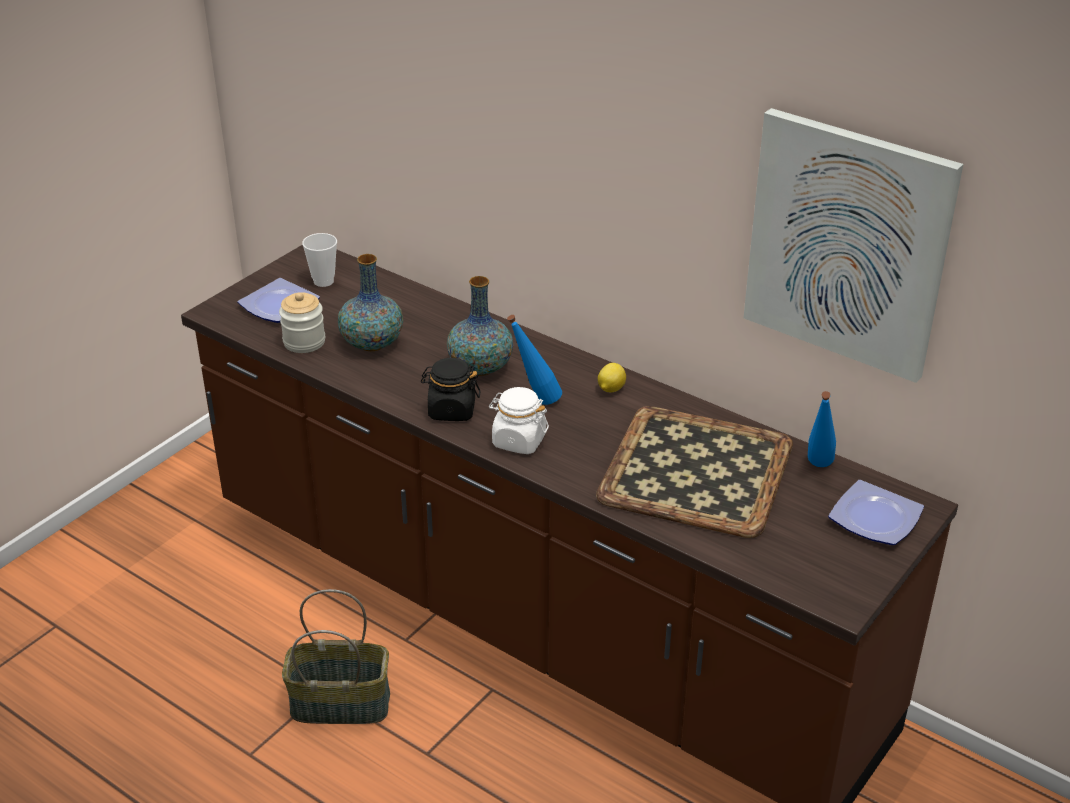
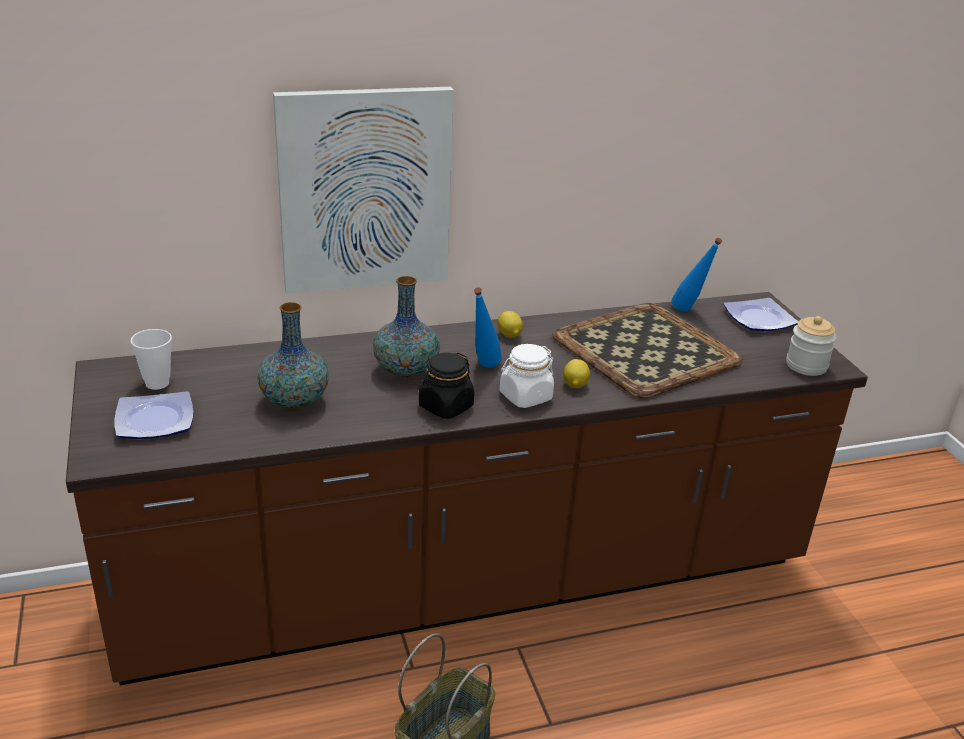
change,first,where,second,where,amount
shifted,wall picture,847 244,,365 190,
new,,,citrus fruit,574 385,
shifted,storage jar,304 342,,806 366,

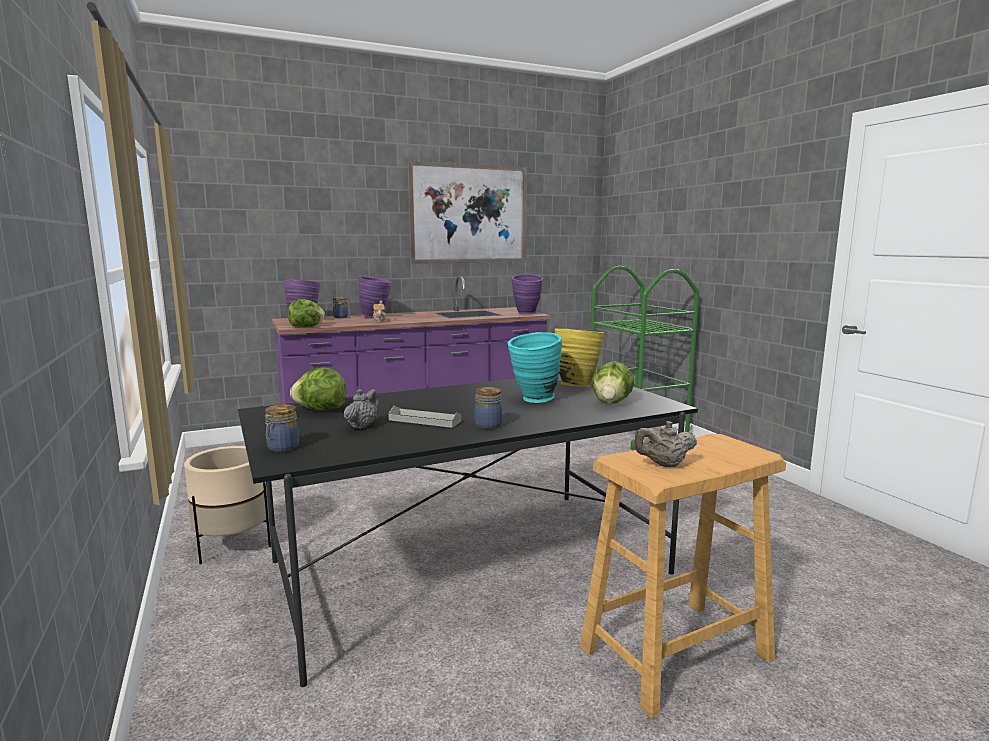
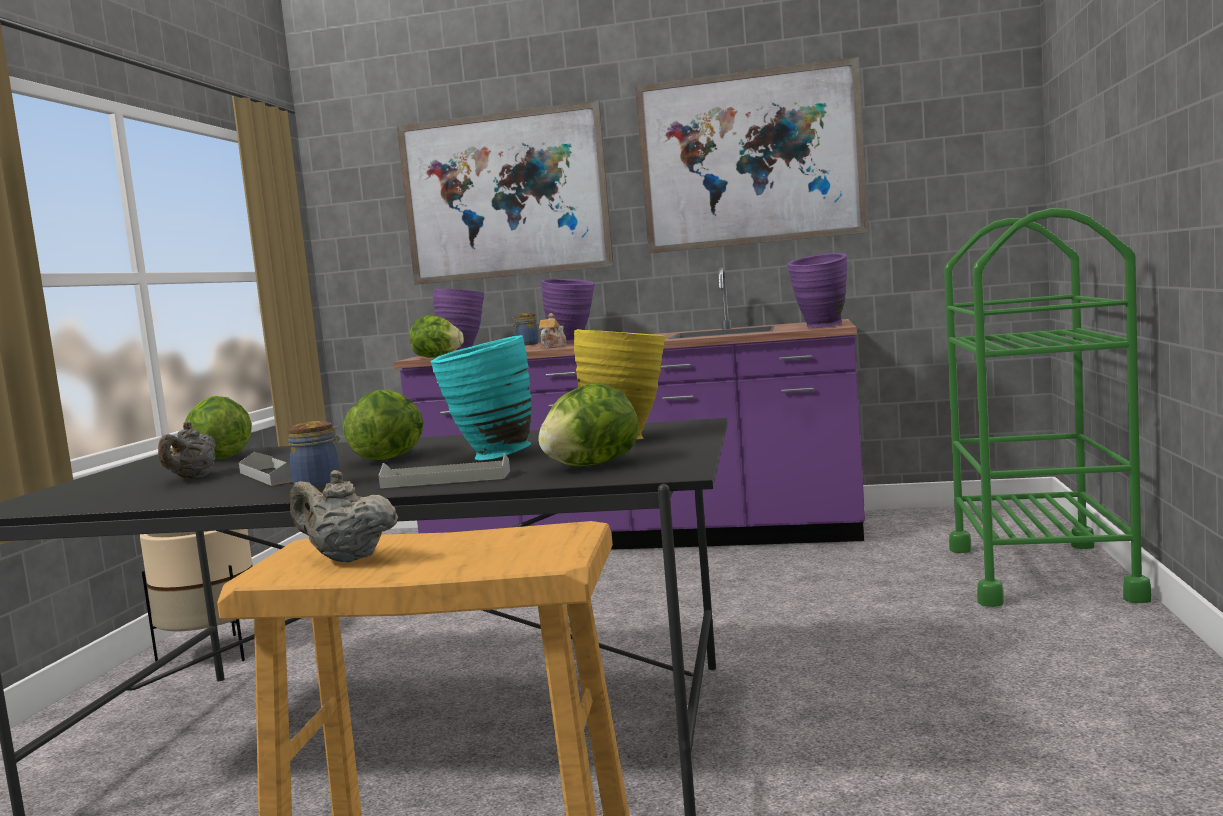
change,first,where,second,where,amount
rotated,greyish teapot,362 426,,193 478,135 degrees clockwise
new,,,lettuce,390 458,
new,,,greyish tray,446 479,
new,,,wall picture,504 195,
gone,storage jar,282 448,,,

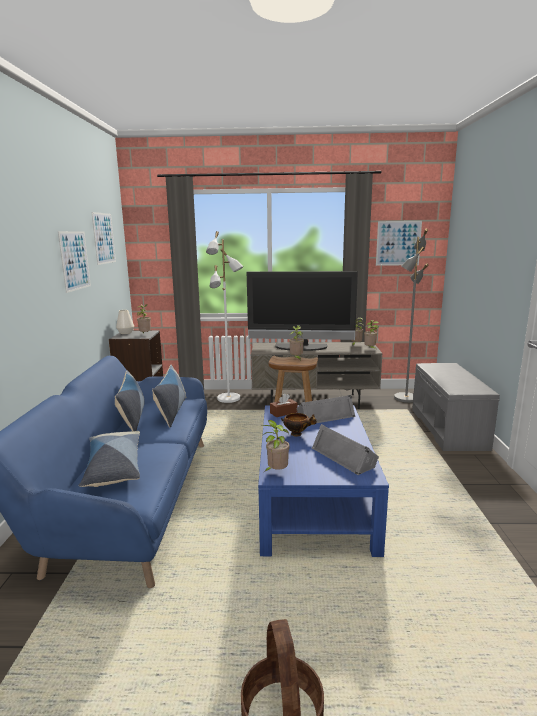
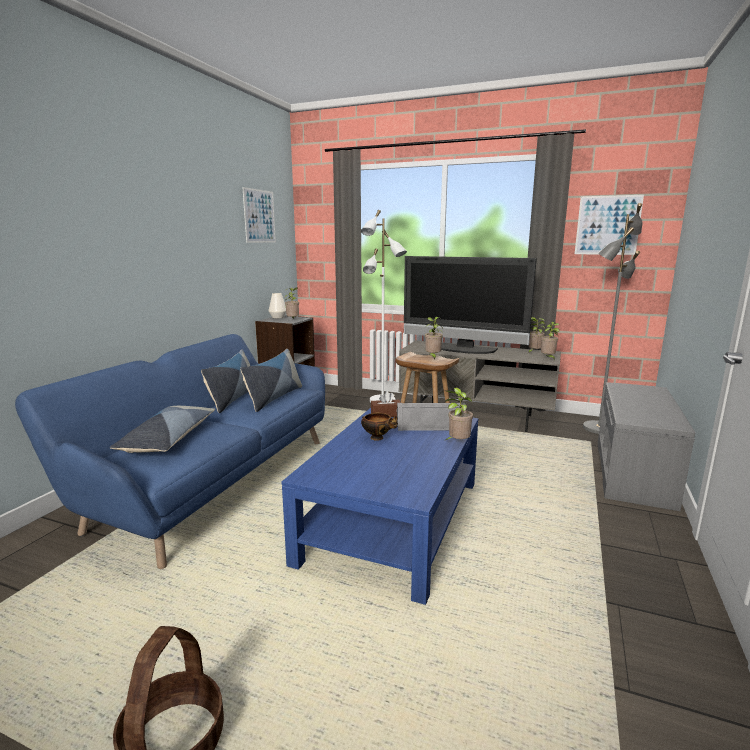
change,first,where,second,where,amount
shifted,potted plant,276 472,,457 443,
gone,wall picture,75 260,,,
gone,greyish audio speaker,344 456,,,

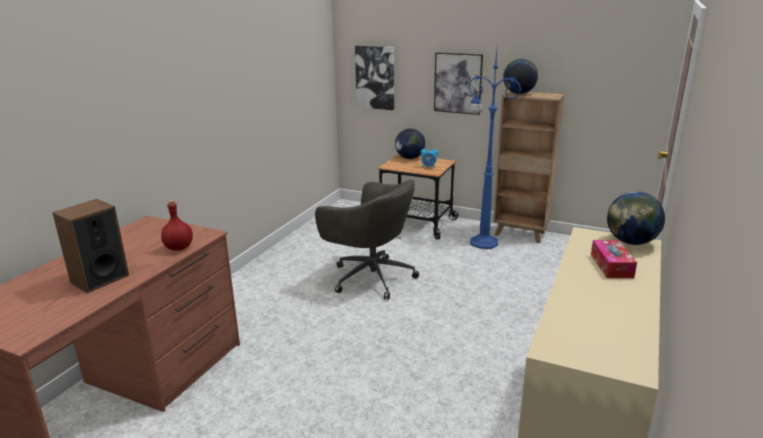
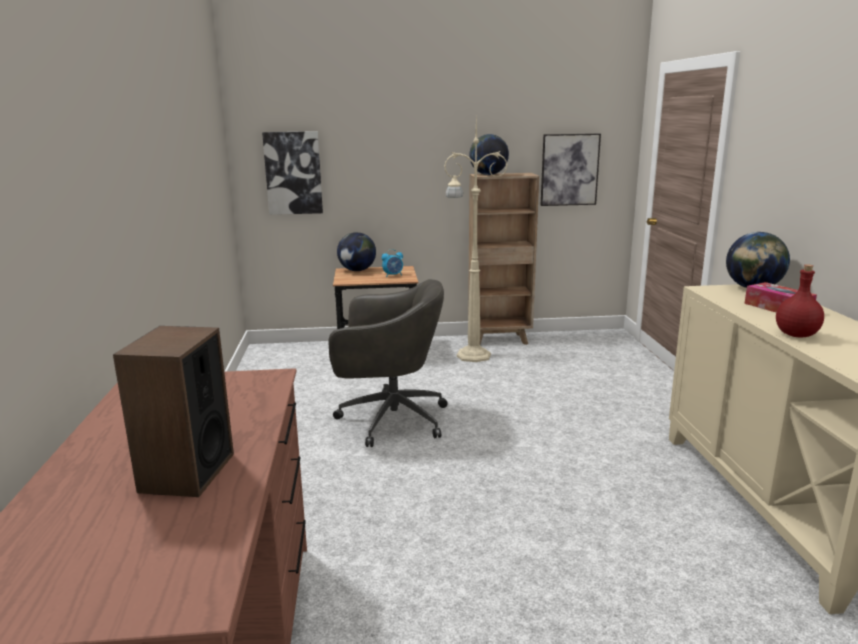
change,first,where,second,where,amount
repainted,bluish standard lamp,482 242,sand-coloured standard lamp,471 355,
shifted,wall picture,458 83,,569 170,
shifted,reddish drink bottle,179 248,,797 335,

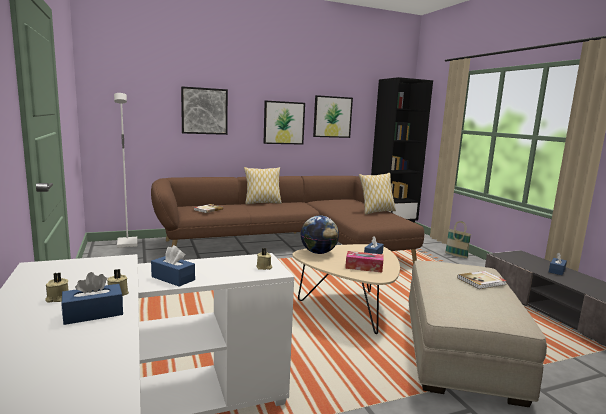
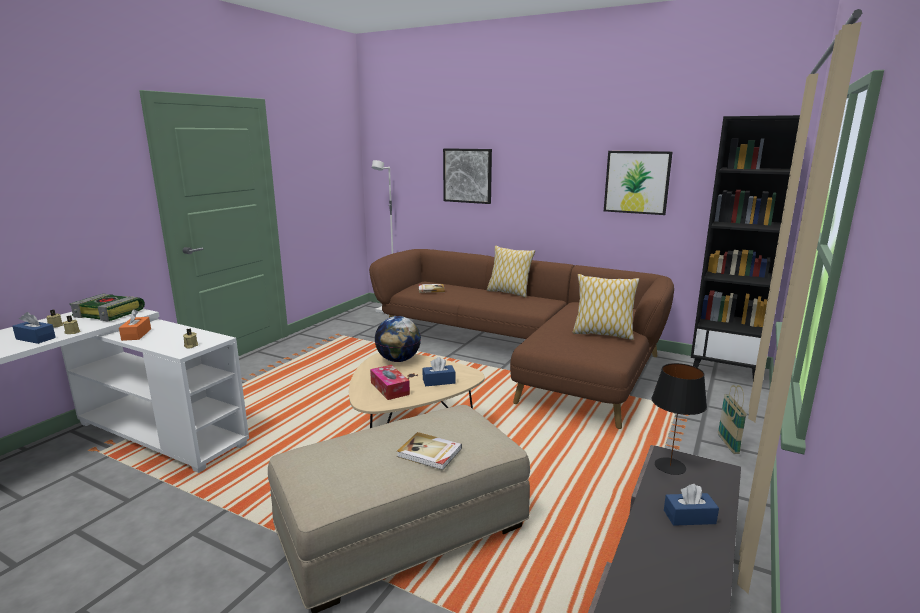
change,first,where,second,where,amount
new,,,volume,110 313,
repainted,bluish tissue box,173 278,orange tissue box,136 334,
new,,,black-coloured lamp for a table,669 466,
gone,wall picture,284 123,,,

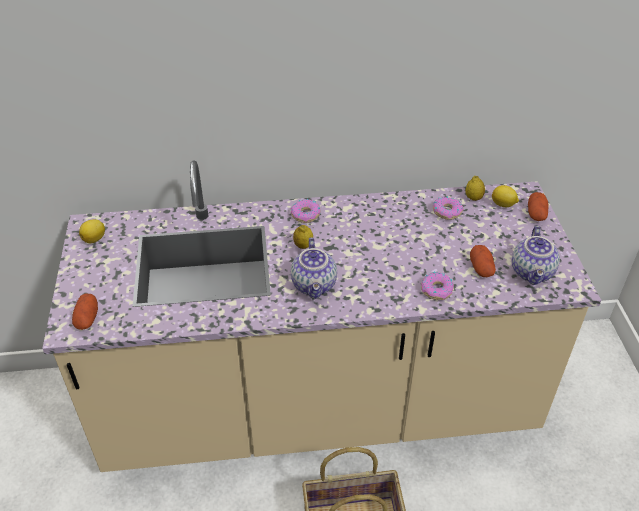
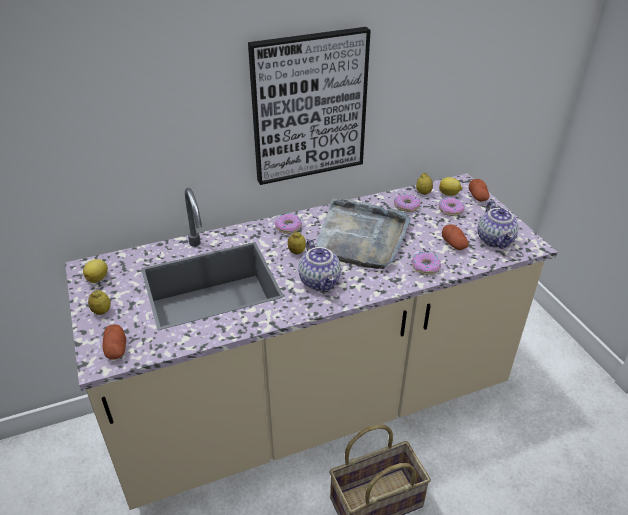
change,first,where,second,where,amount
new,,,citrus fruit,102 311,
new,,,wall picture,309 107,
new,,,greyish tray,361 237,
new,,,donut,450 210,

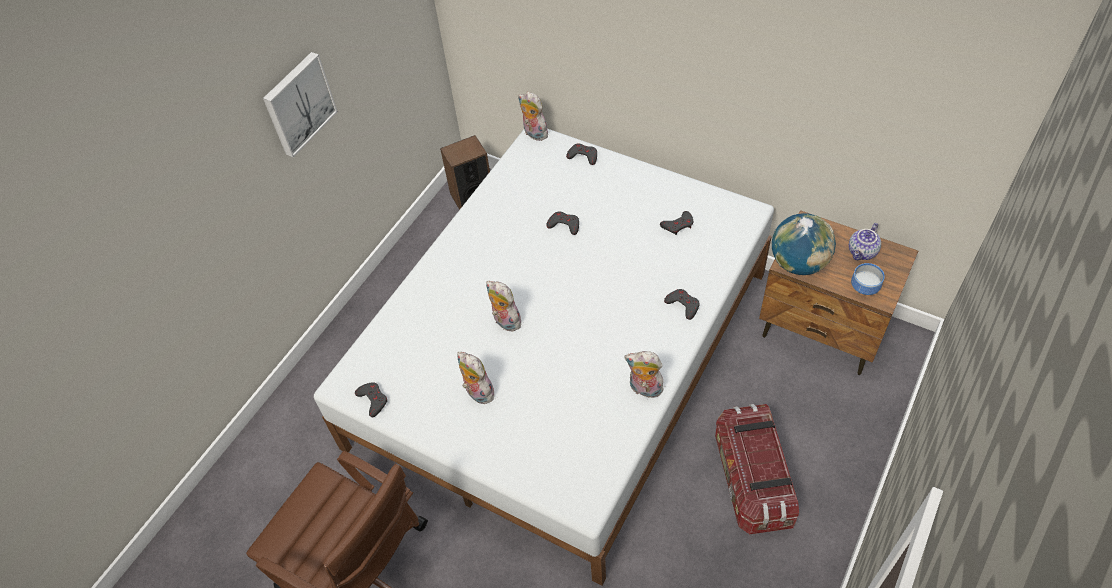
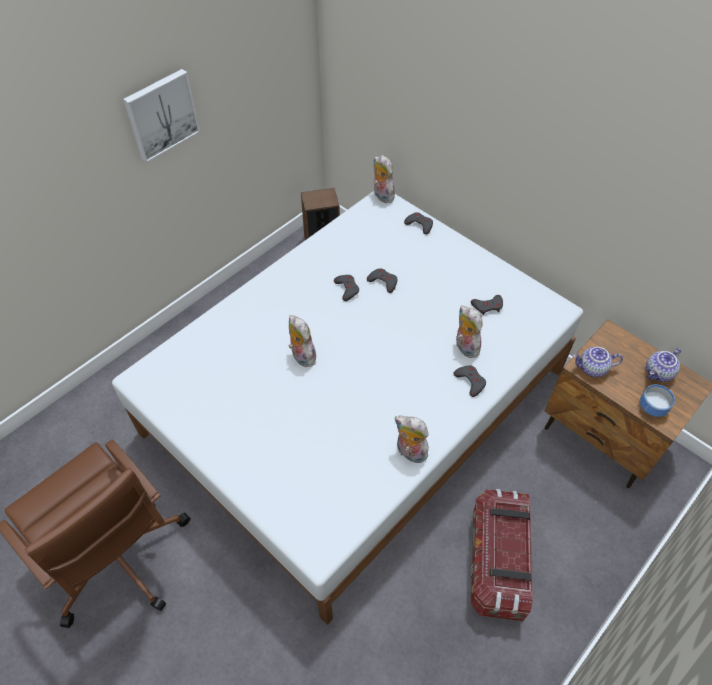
change,first,where,second,where,amount
shifted,greyish game controller,373 400,,347 289,
shifted,plush toy,477 392,,464 347,
swapped,world globe,798 263,teapot,592 369,

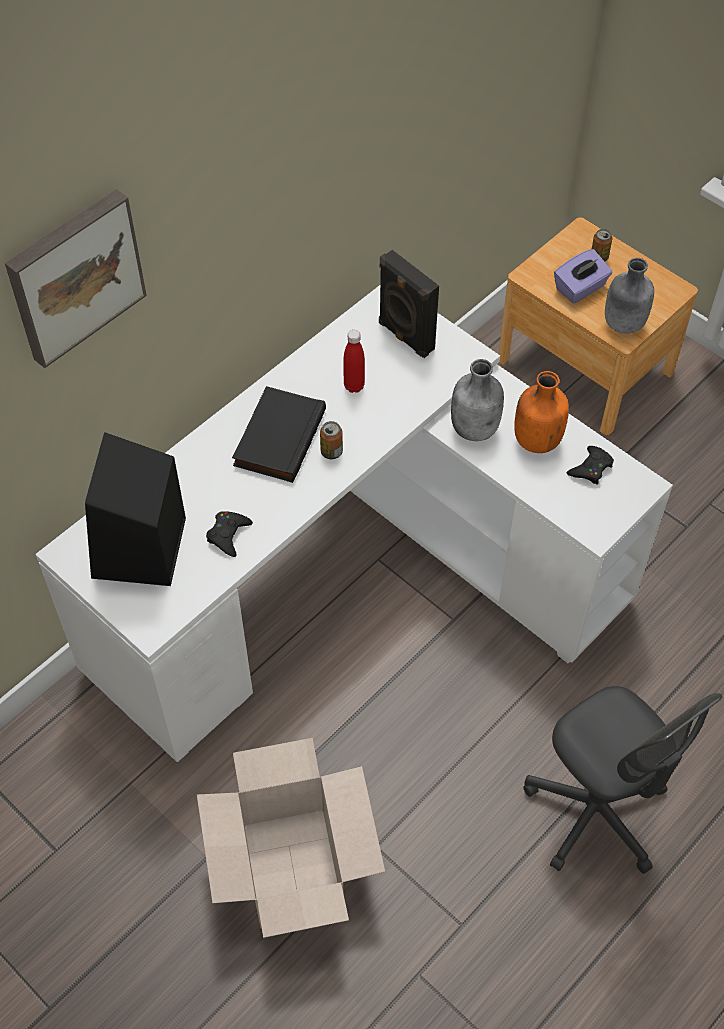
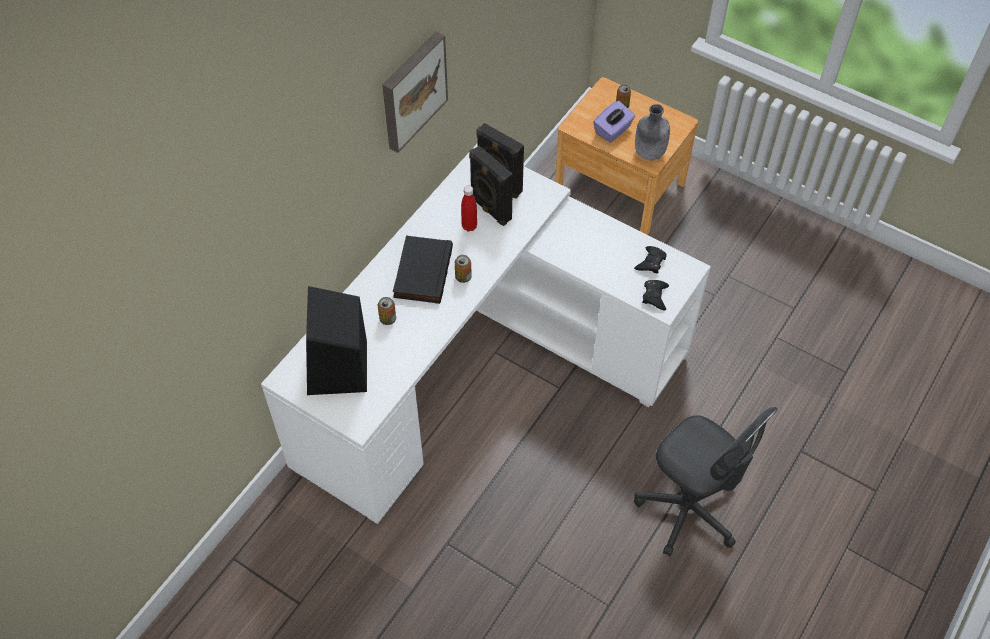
change,first,where,second,where,amount
new,,,sealed can,388 319,
shifted,wall picture,74 276,,412 90,
new,,,black-coloured audio speaker,489 209,
shifted,black-coloured game controller,228 535,,655 296,
gone,cardboard box,291 868,,,
gone,greyish drink bottle,475 428,,,
gone,orange drink bottle,536 440,,,

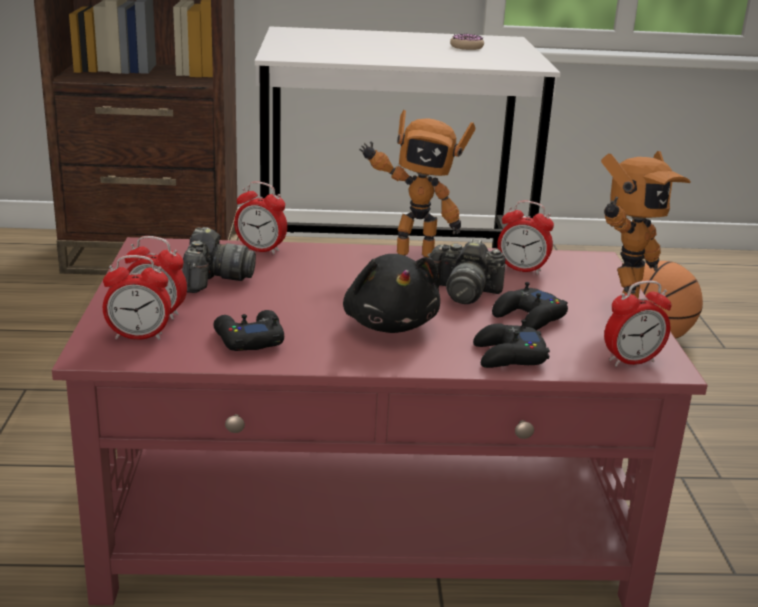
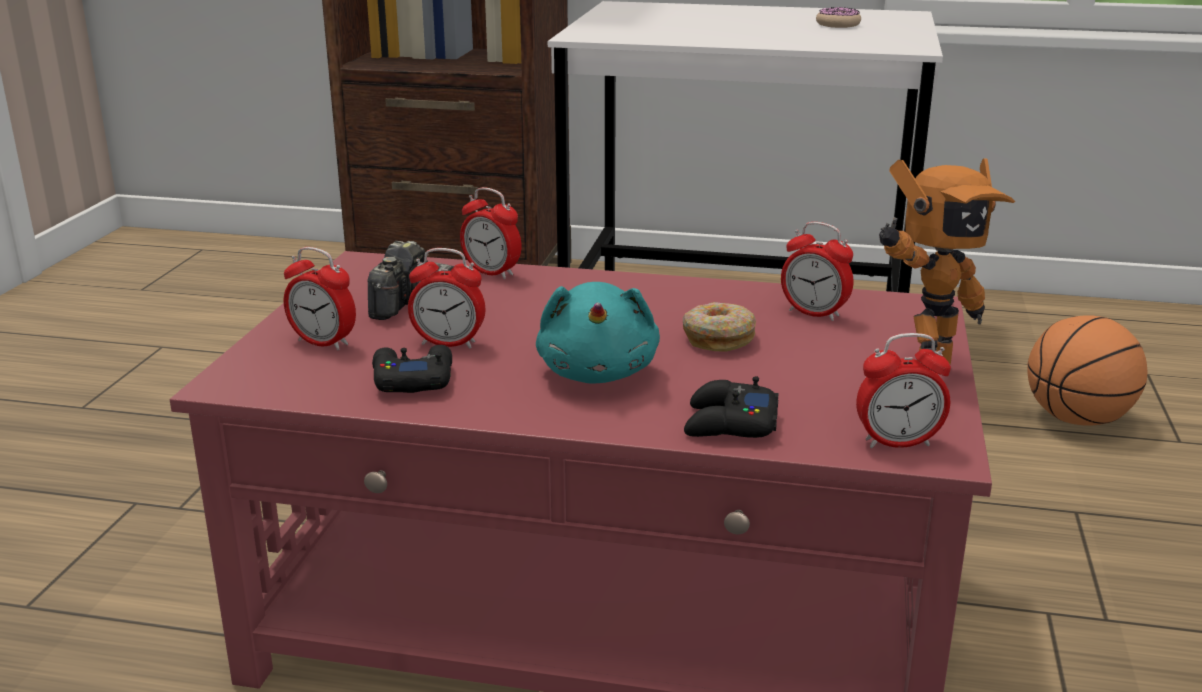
change,first,where,second,where,amount
shifted,alarm clock,139 336,,449 343,
repainted,black-coloured plush toy,390 324,blue-green plush toy,598 372,
swapped,photo camera,464 292,donut,718 338,
gone,toy robot,410 255,,,
gone,black-coloured game controller,529 318,,,

